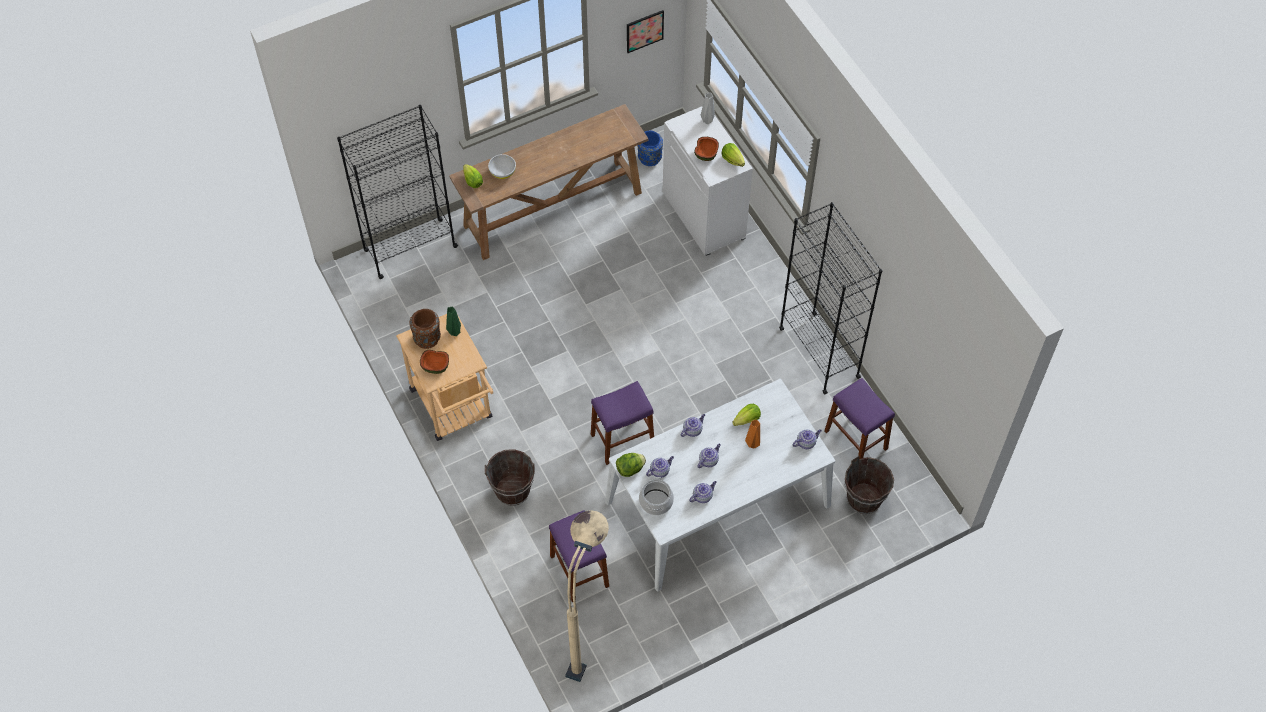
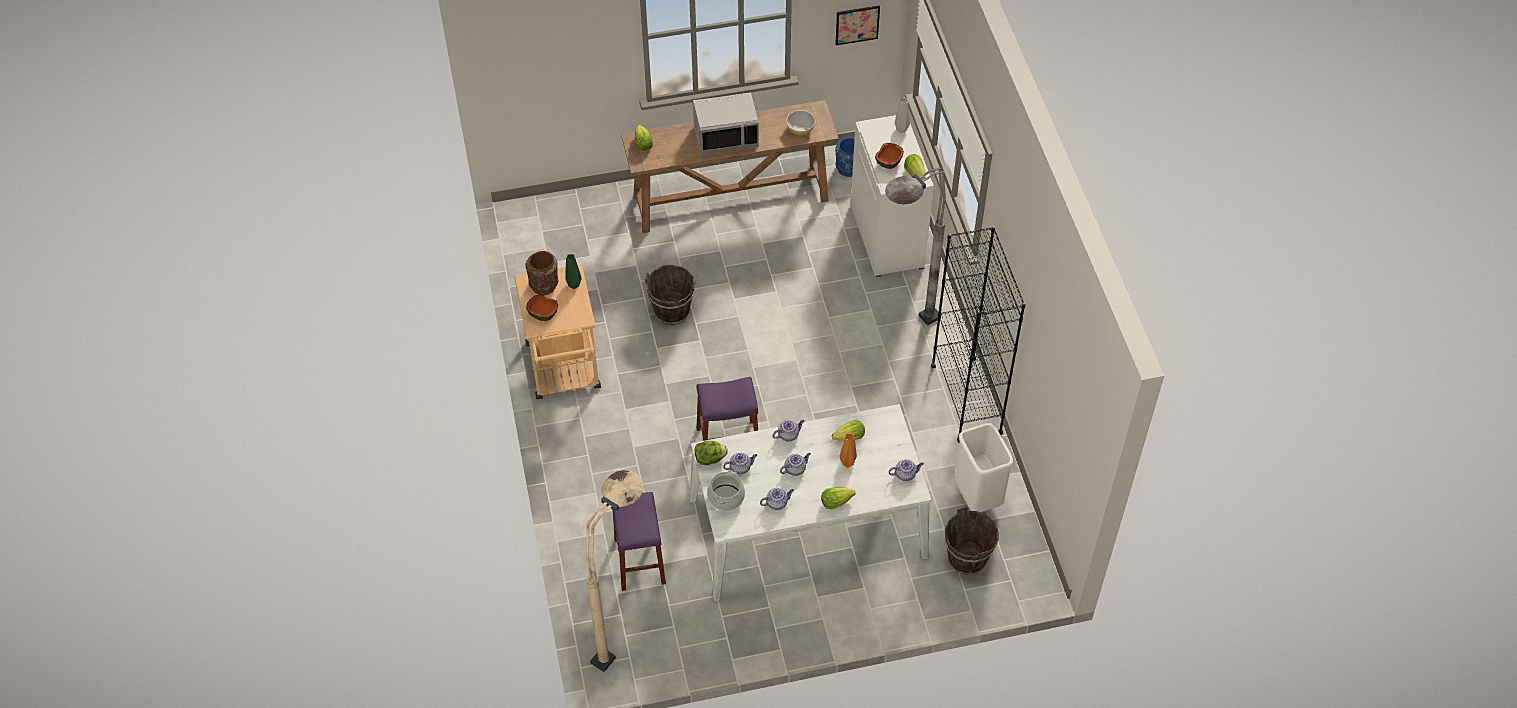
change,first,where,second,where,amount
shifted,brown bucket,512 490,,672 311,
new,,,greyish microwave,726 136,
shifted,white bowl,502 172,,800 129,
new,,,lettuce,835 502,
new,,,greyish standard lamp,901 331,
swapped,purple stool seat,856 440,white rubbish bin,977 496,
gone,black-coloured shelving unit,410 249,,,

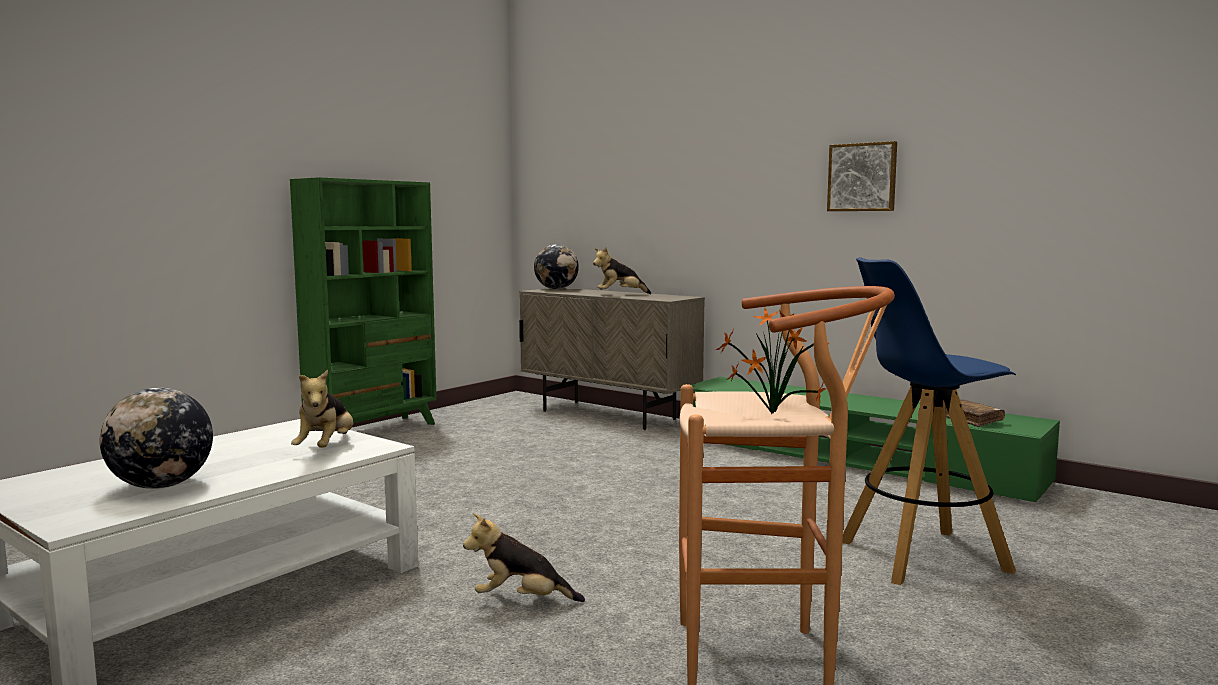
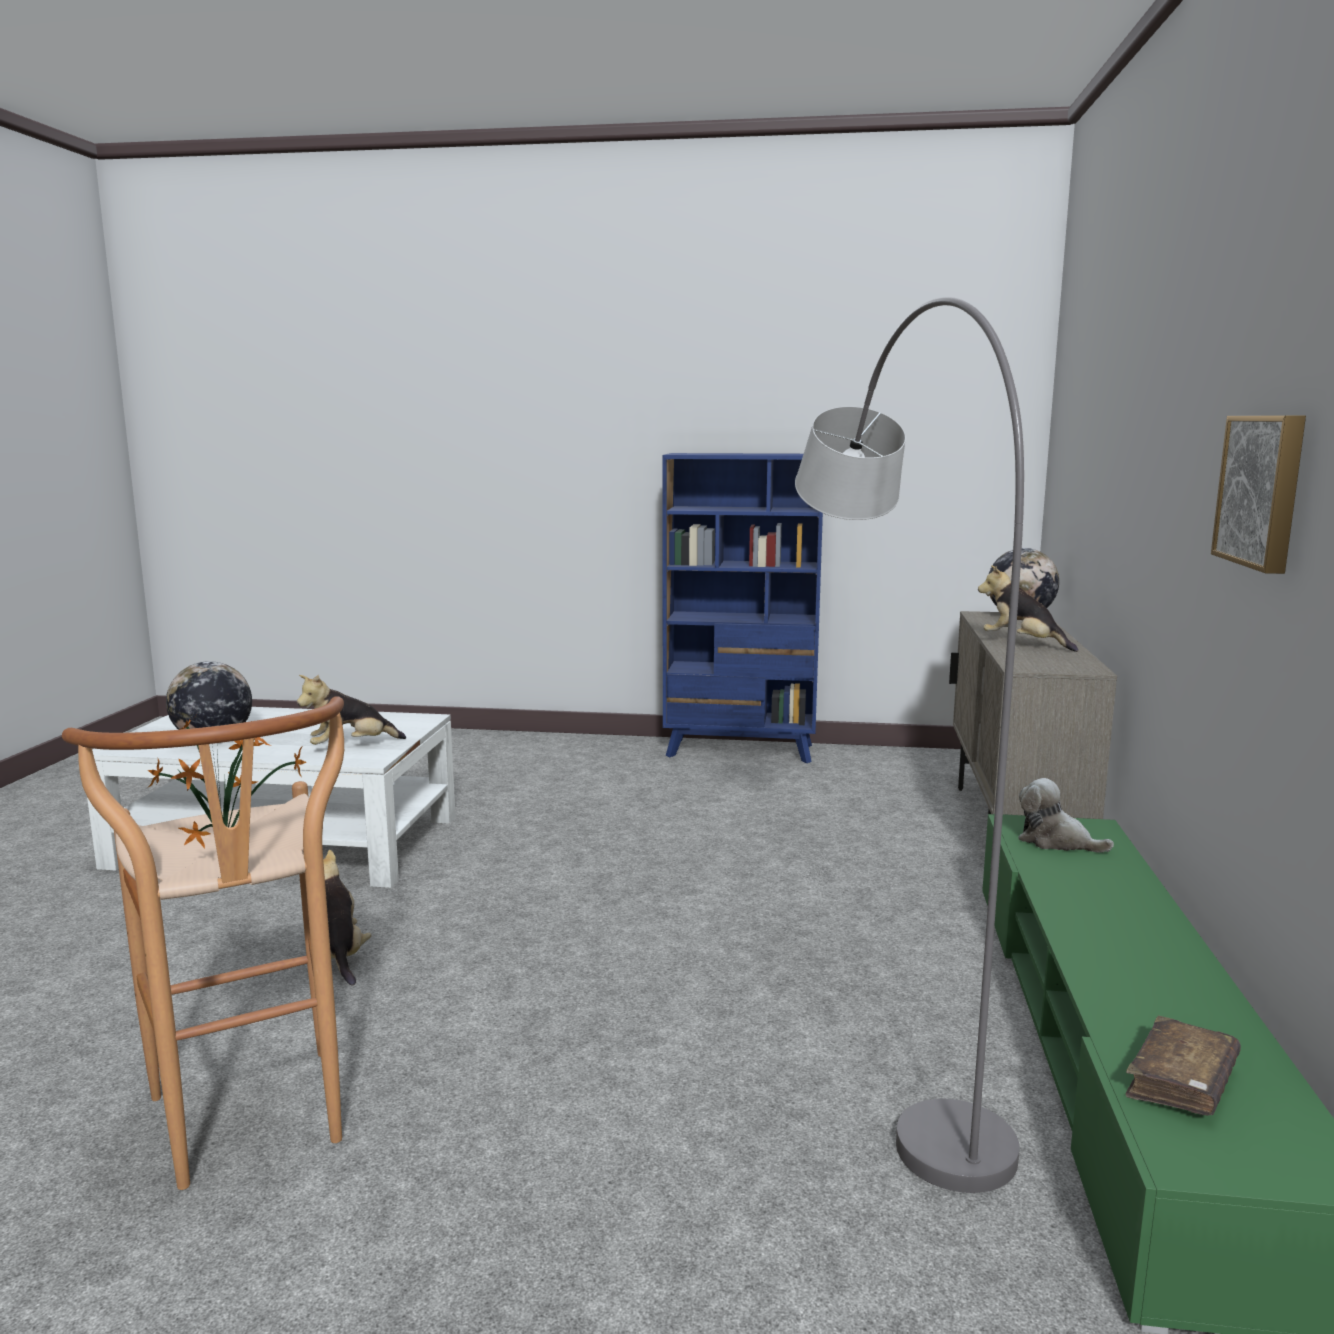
change,first,where,second,where,amount
repainted,green-coloured shelving unit,374 431,bluish shelving unit,740 751,
new,,,greyish standard lamp,878 1027,
new,,,plush toy,1056 842,
gone,bluish stool seat,921 556,,,

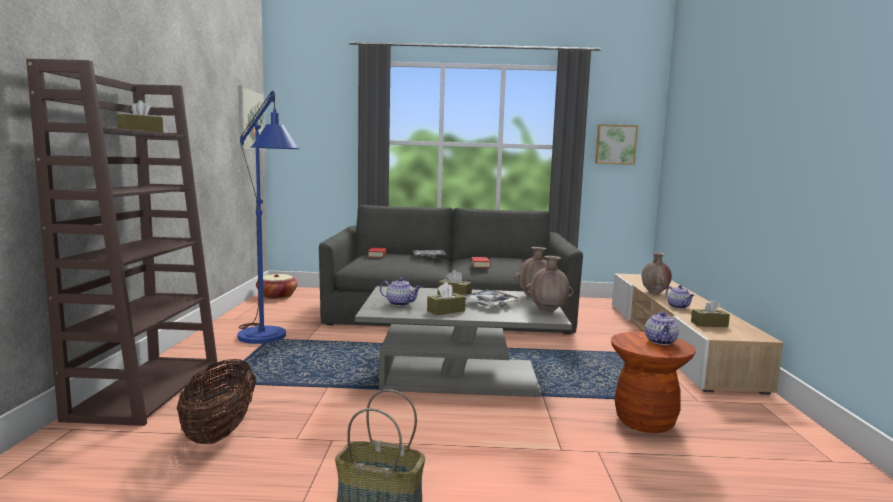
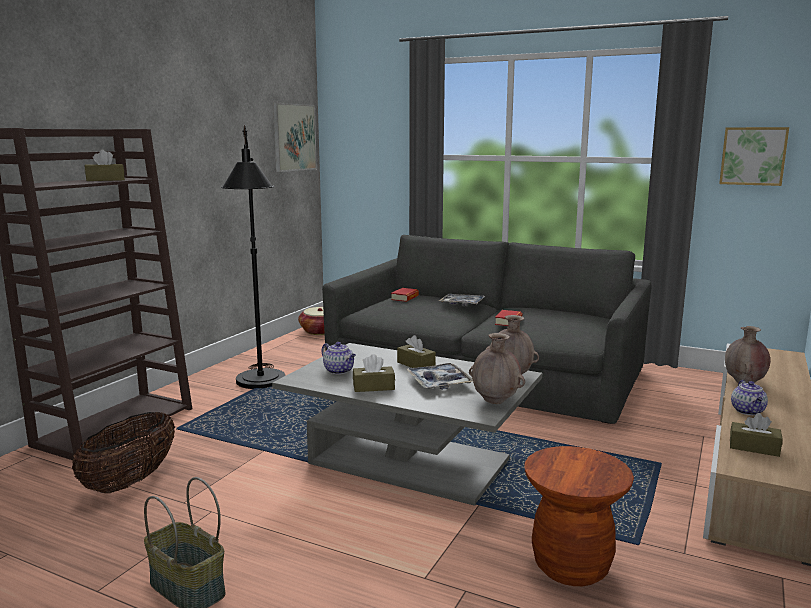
change,first,where,second,where,amount
repainted,bluish standard lamp,266 340,black-coloured standard lamp,260 385,
gone,teapot,661 342,,,

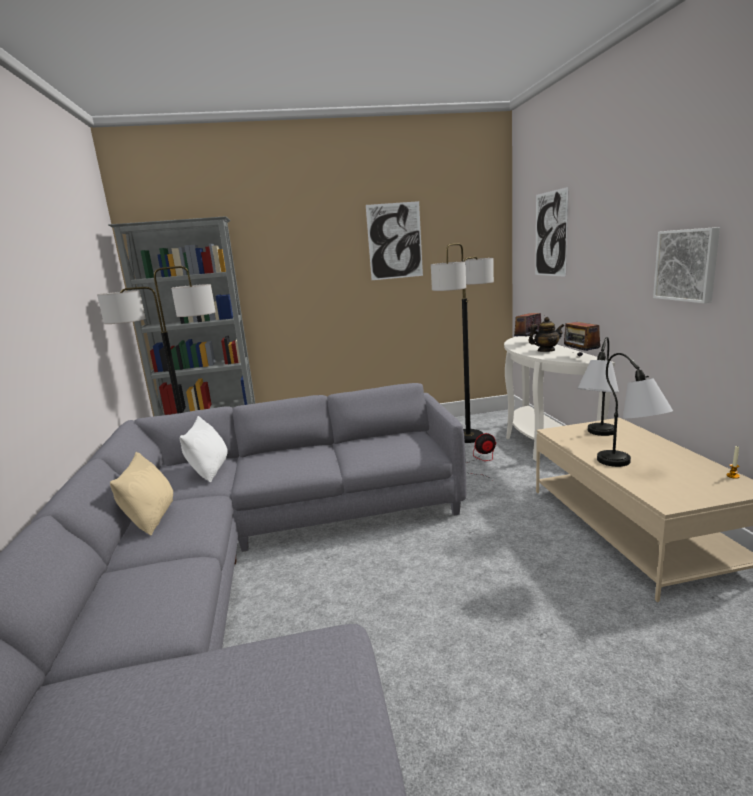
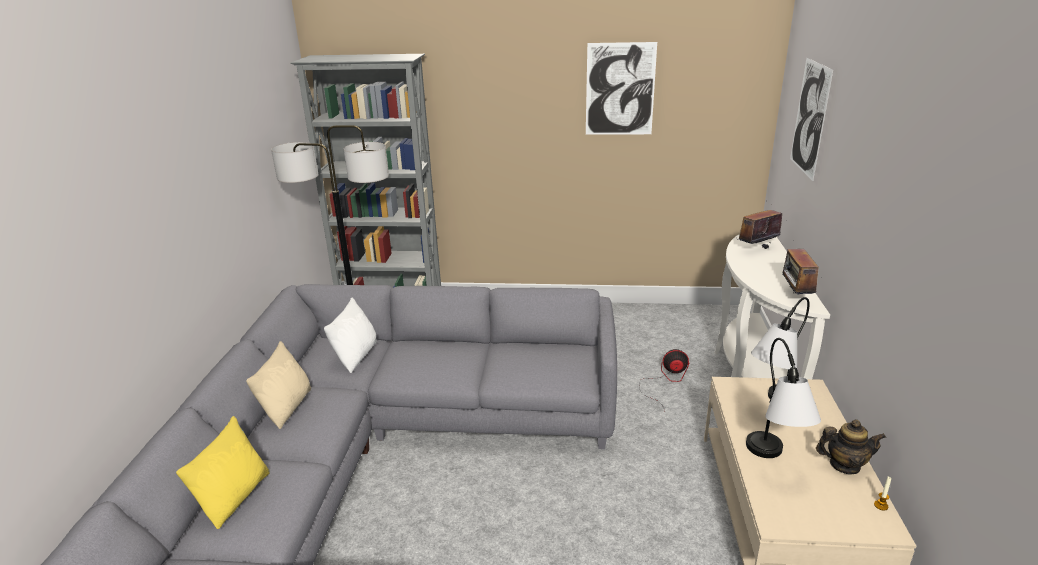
change,first,where,second,where,amount
new,,,yellowish throw pillow,235 497,
shifted,teapot,546 351,,844 465,
gone,standard lamp,468 437,,,
gone,wall picture,687 265,,,

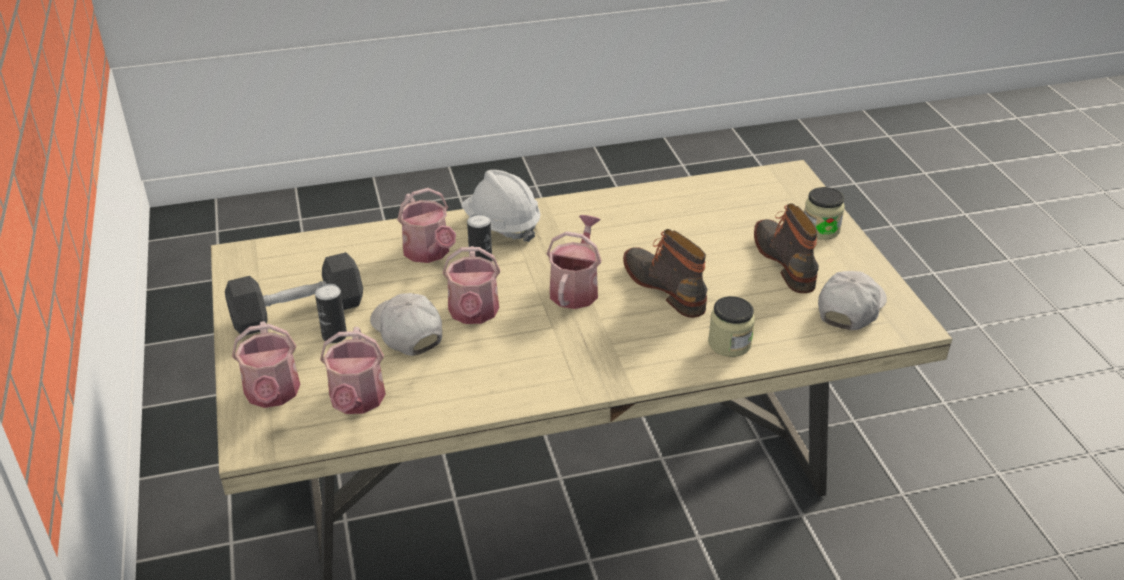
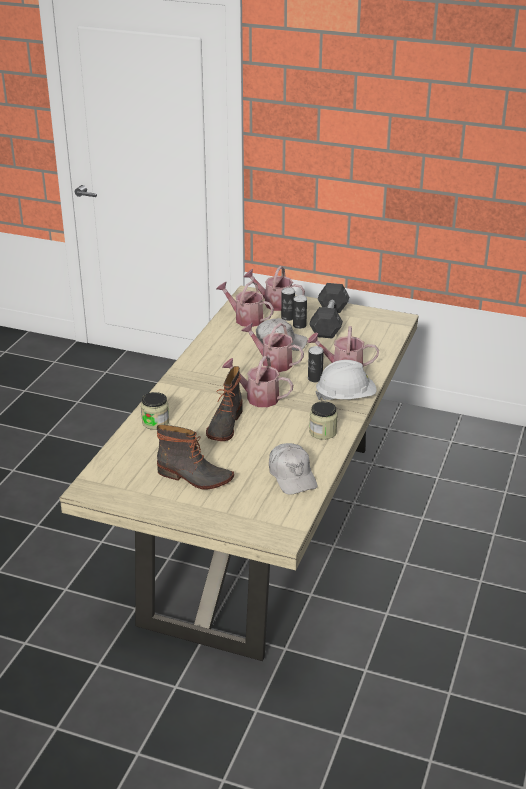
change,first,where,second,where,amount
rotated,boot,666 287,,224 425,105 degrees clockwise
rotated,sprinkling can,575 288,,258 397,150 degrees clockwise
shifted,white cap,850 308,,292 476,
new,,,sealed can,287 317,
shifted,storage jar,820 229,,323 432,

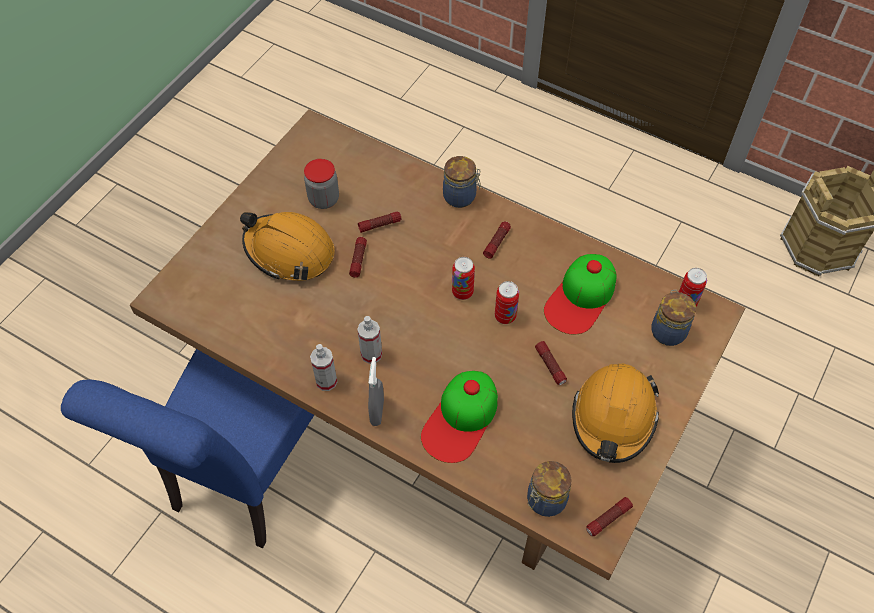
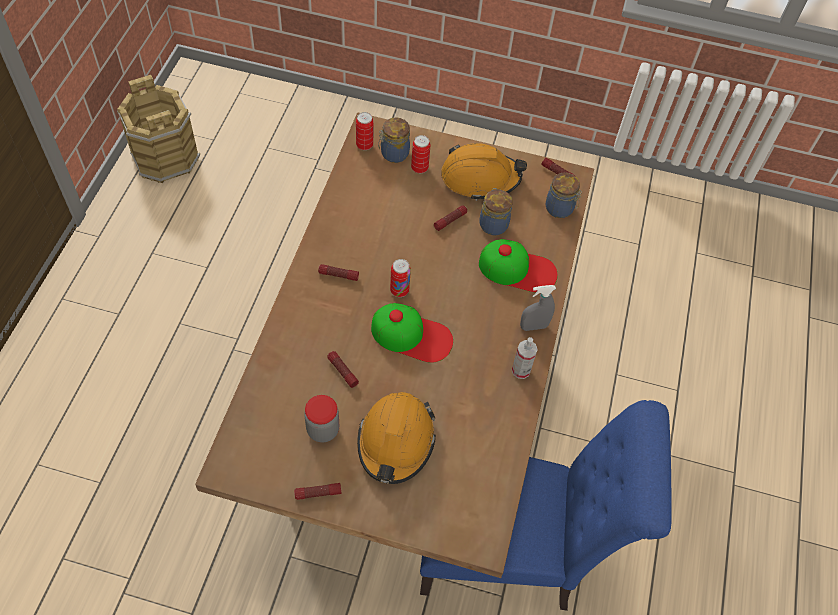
change,first,where,second,where,amount
shifted,flashlight,358 260,,318 493,
shifted,cap,581 297,,412 335,
shifted,sealed can,505 316,,419 168,
shifted,storage jar,461 197,,493 224,
gone,sprayer,371 354,,,

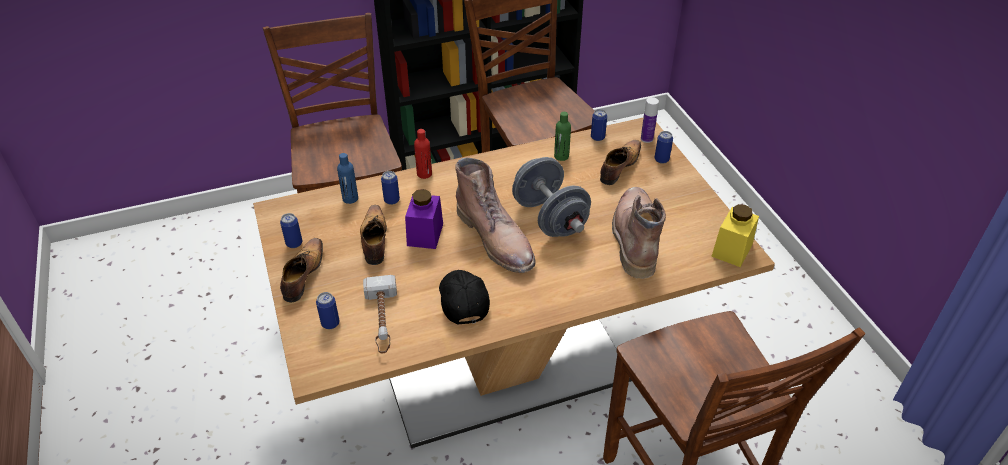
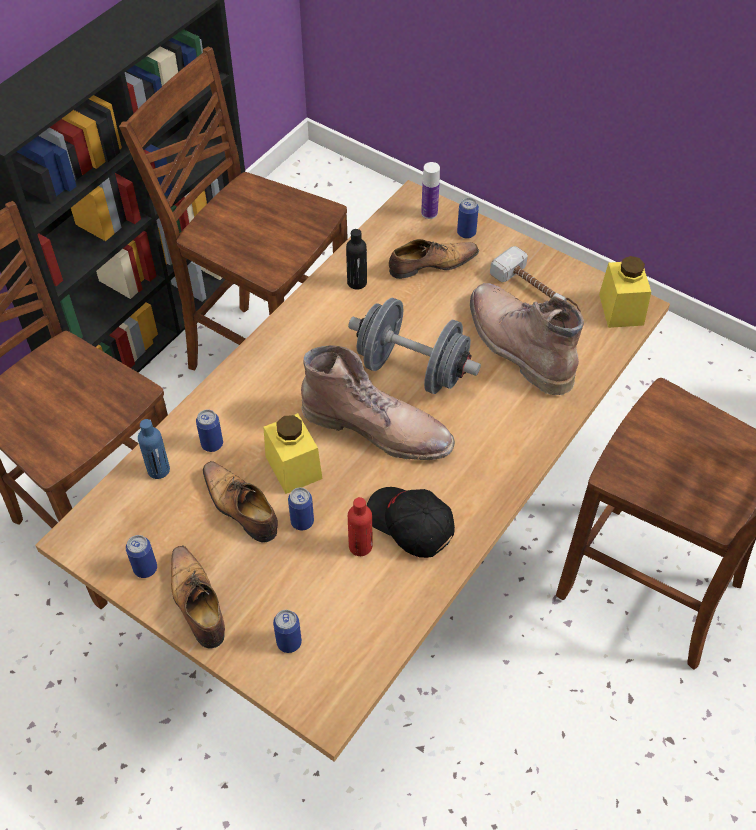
change,first,where,second,where,amount
repainted,purple storage jar,425 234,yellowish storage jar,293 467,
shifted,sealed can,597 137,,302 522,
repainted,green-coloured drink bottle,561 156,black-coloured drink bottle,357 282,
shifted,reddish drink bottle,424 174,,360 546,
rotated,low shoe,619 167,,430 265,75 degrees clockwise
shifted,hammer,382 320,,537 292,

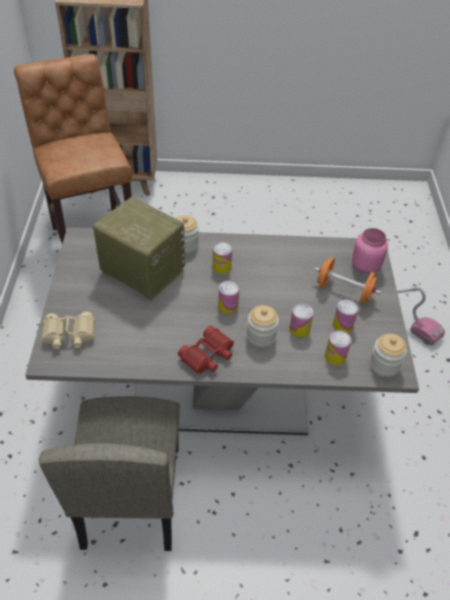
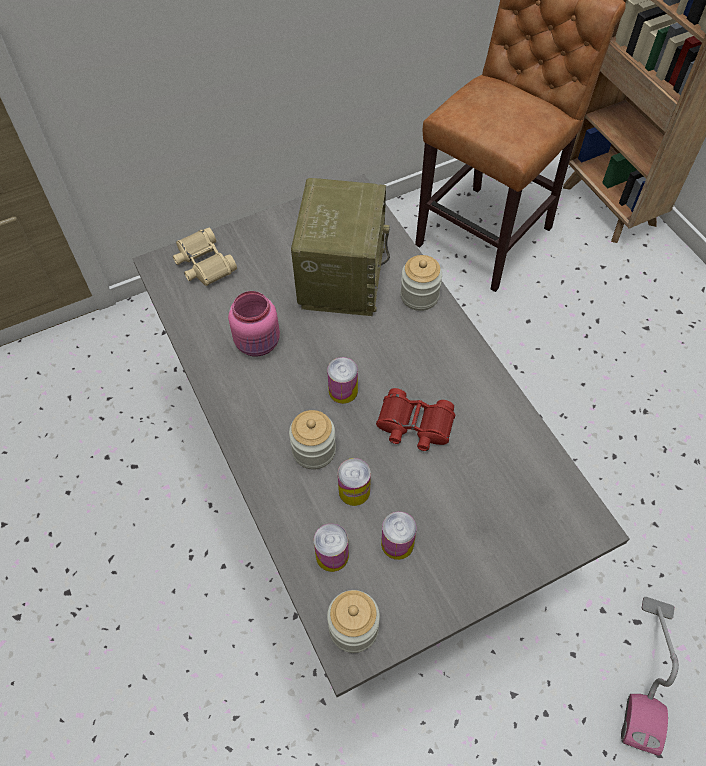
change,first,where,second,where,amount
shifted,pink-coloured storage jar,366 266,,259 343,
shifted,reddish field glasses,208 355,,414 426,
gone,sand-coloured upright chair,130 495,,,
gone,sealed can,221 267,,,
gone,orange free weight,344 291,,,

